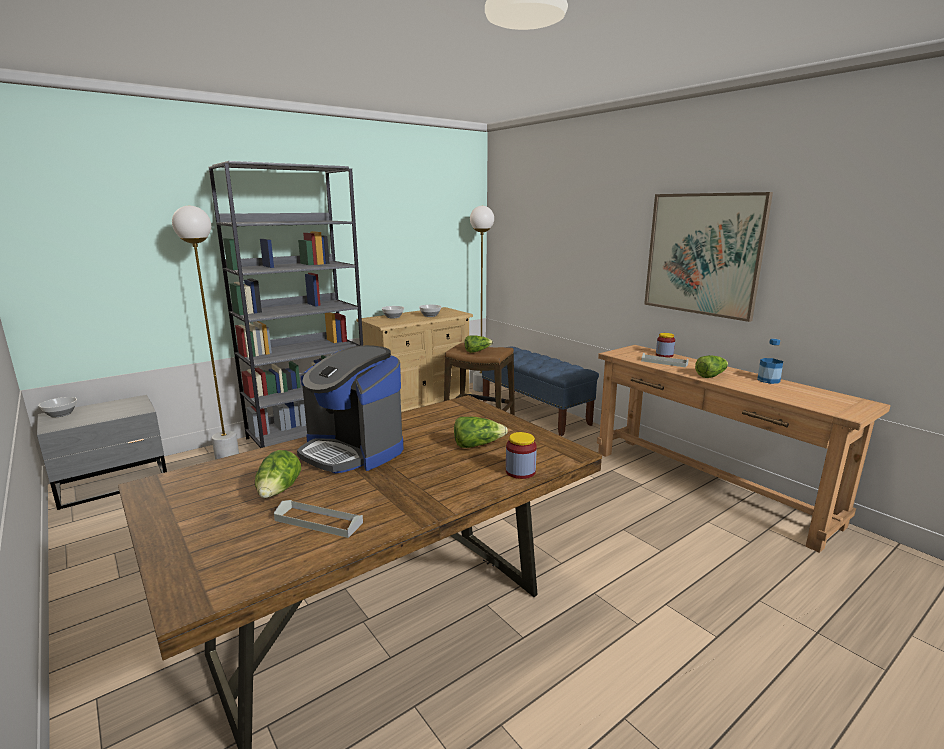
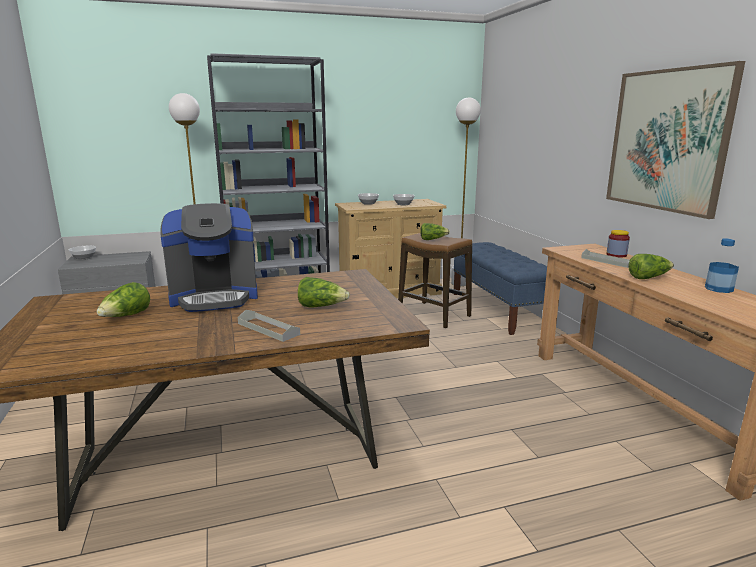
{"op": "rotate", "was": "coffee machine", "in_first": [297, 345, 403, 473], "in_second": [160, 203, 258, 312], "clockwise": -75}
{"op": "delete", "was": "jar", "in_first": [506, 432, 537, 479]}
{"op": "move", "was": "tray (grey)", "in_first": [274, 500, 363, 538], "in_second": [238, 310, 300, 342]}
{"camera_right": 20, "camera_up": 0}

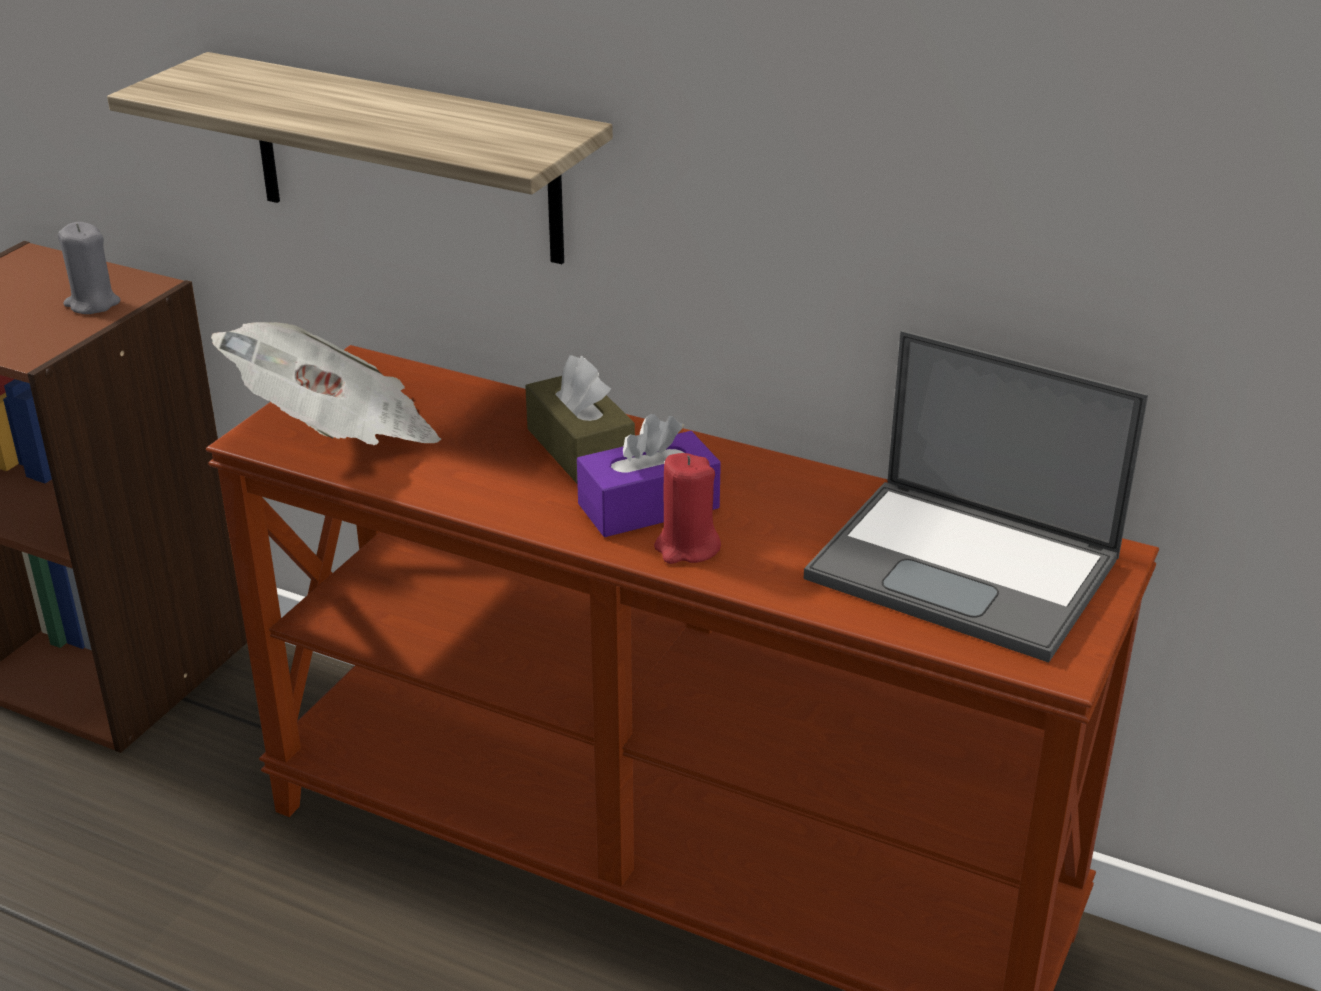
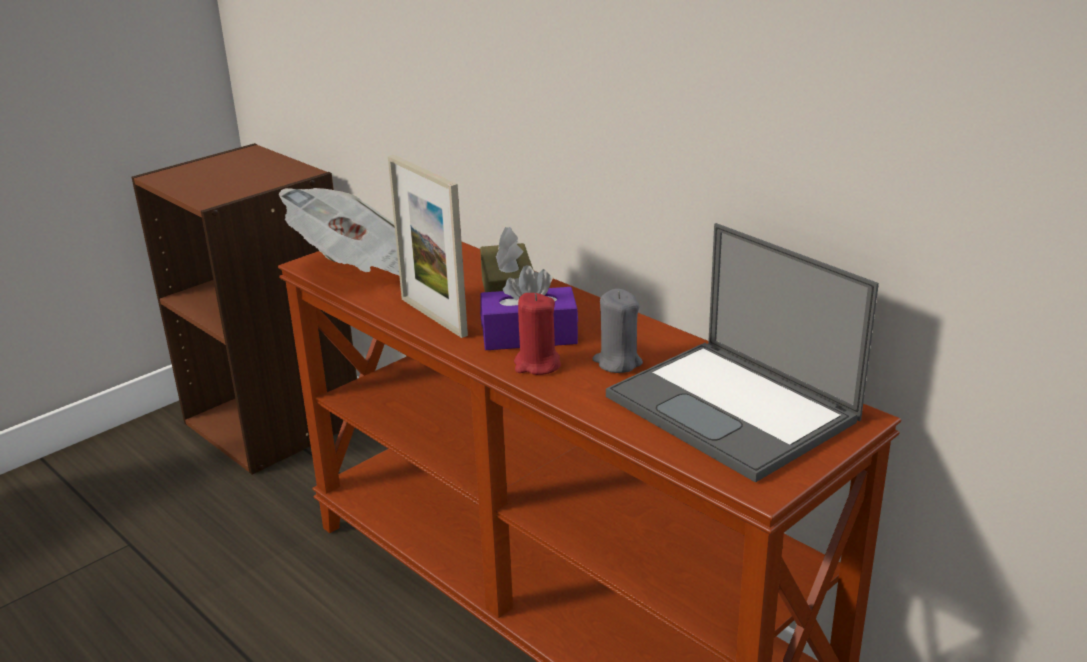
{"op": "delete", "was": "shelf", "in_first": [107, 52, 613, 264]}
{"op": "move", "was": "candle (grey)", "in_first": [58, 222, 120, 314], "in_second": [593, 289, 643, 373]}
{"op": "insert", "now": "picture frame", "in_second": [388, 155, 468, 338]}
{"camera_right": 20, "camera_up": -5}

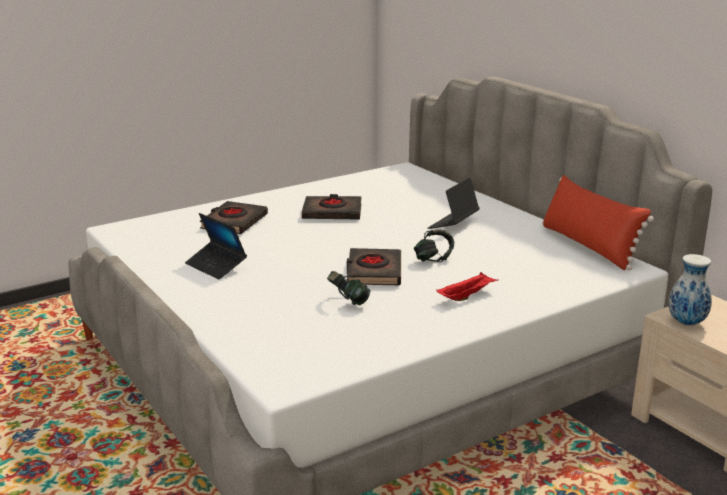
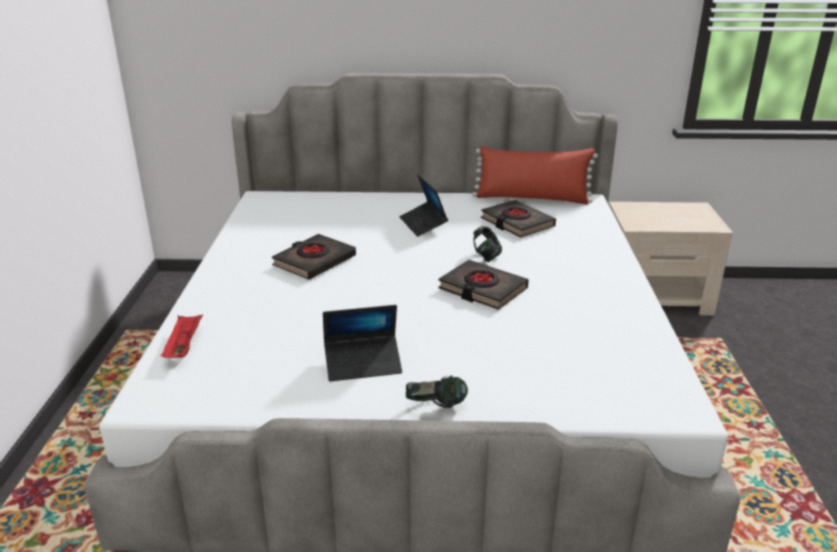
{"op": "move", "was": "book (black)", "in_first": [200, 201, 268, 234], "in_second": [481, 200, 556, 237]}
{"op": "delete", "was": "vase", "in_first": [668, 254, 712, 326]}
{"op": "move", "was": "headphones", "in_first": [327, 271, 370, 305], "in_second": [406, 376, 468, 408]}
{"op": "move", "was": "tray (red)", "in_first": [437, 272, 499, 301], "in_second": [161, 314, 203, 358]}
{"camera_right": -55, "camera_up": 5}

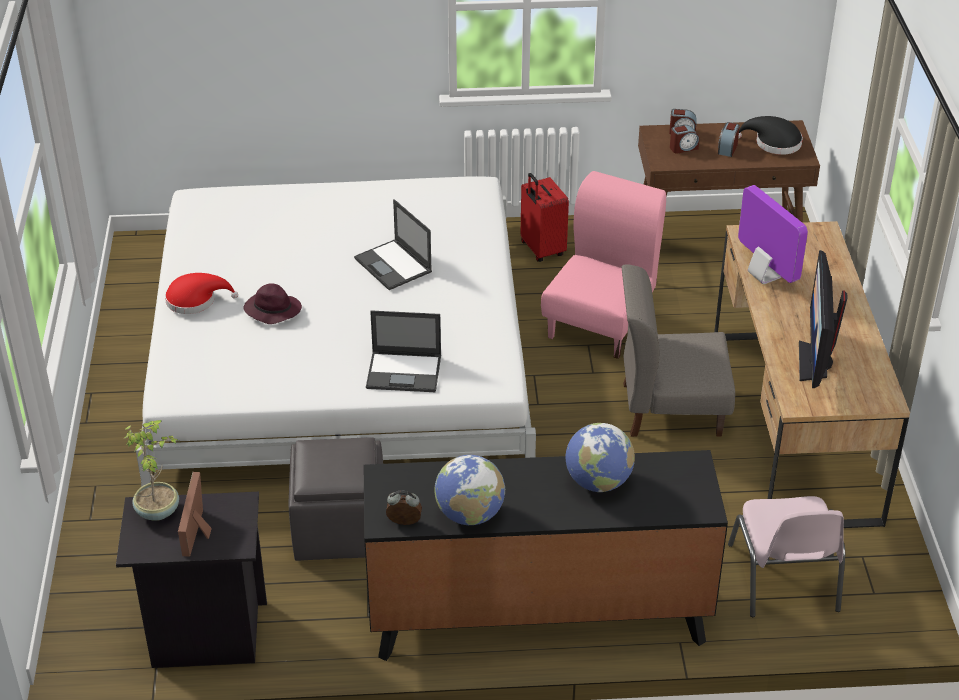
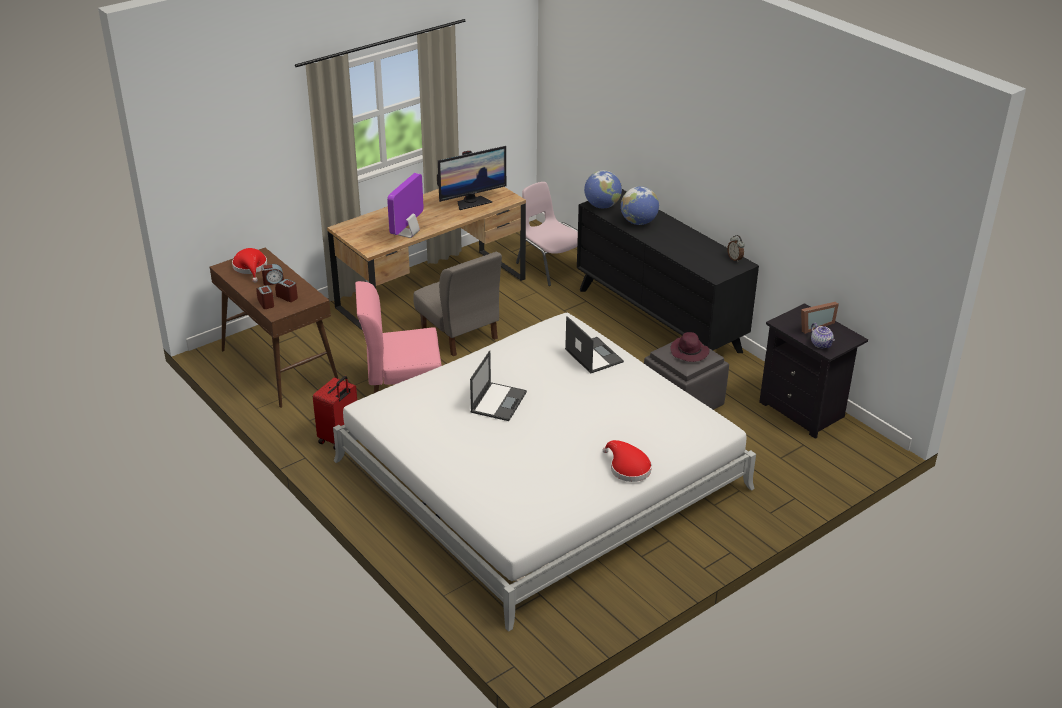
{"op": "recolor", "was": "hat (black)", "now": "hat (red)", "in_first": [738, 116, 803, 155], "in_second": [232, 248, 267, 283]}
{"op": "move", "was": "hat (purple)", "in_first": [243, 283, 302, 324], "in_second": [670, 332, 710, 362]}
{"op": "replace", "was": "potted plant", "now": "teapot", "in_first": [124, 420, 179, 521], "in_second": [811, 323, 835, 348]}
{"op": "move", "was": "globe", "in_first": [435, 455, 505, 525], "in_second": [584, 171, 622, 208]}
{"op": "rotate", "was": "chair (pink)", "in_first": [728, 496, 845, 617], "in_second": [516, 182, 578, 286], "clockwise": -90}
{"camera_right": -125, "camera_up": -5}

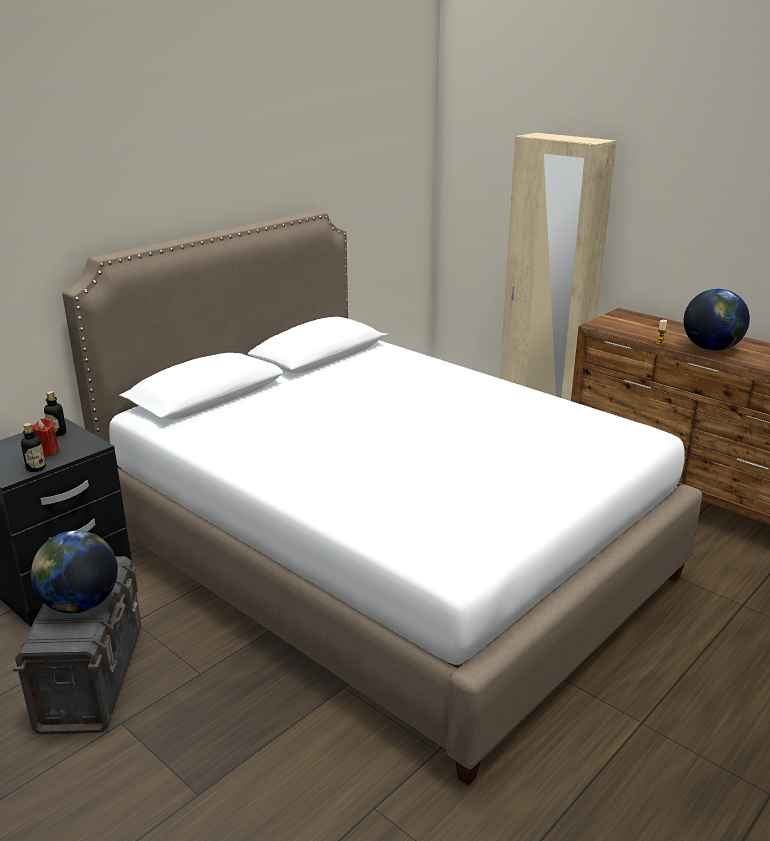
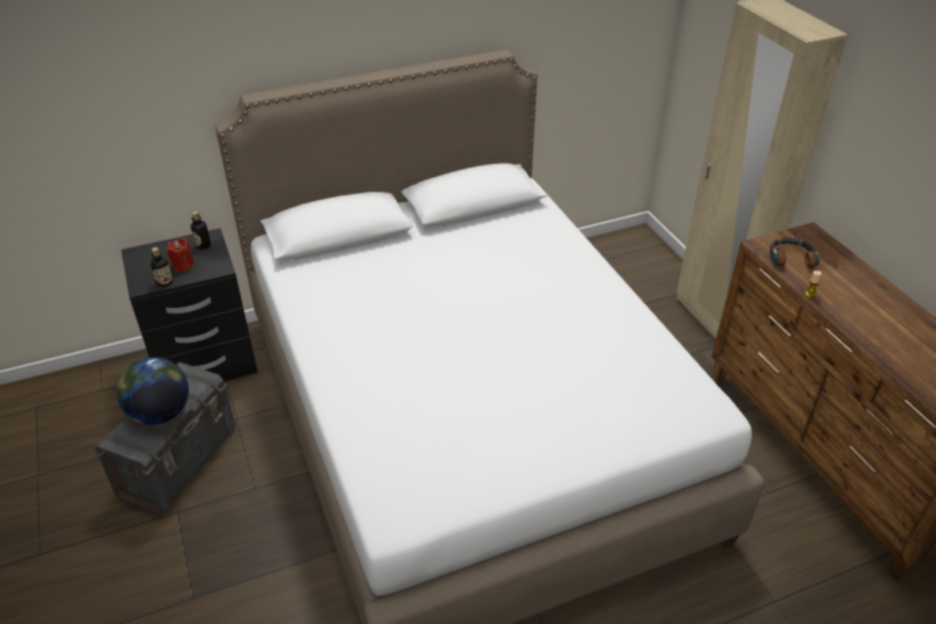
{"op": "delete", "was": "globe", "in_first": [684, 289, 750, 351]}
{"op": "insert", "now": "headphones", "in_second": [770, 238, 820, 269]}
{"camera_right": 25, "camera_up": 15}

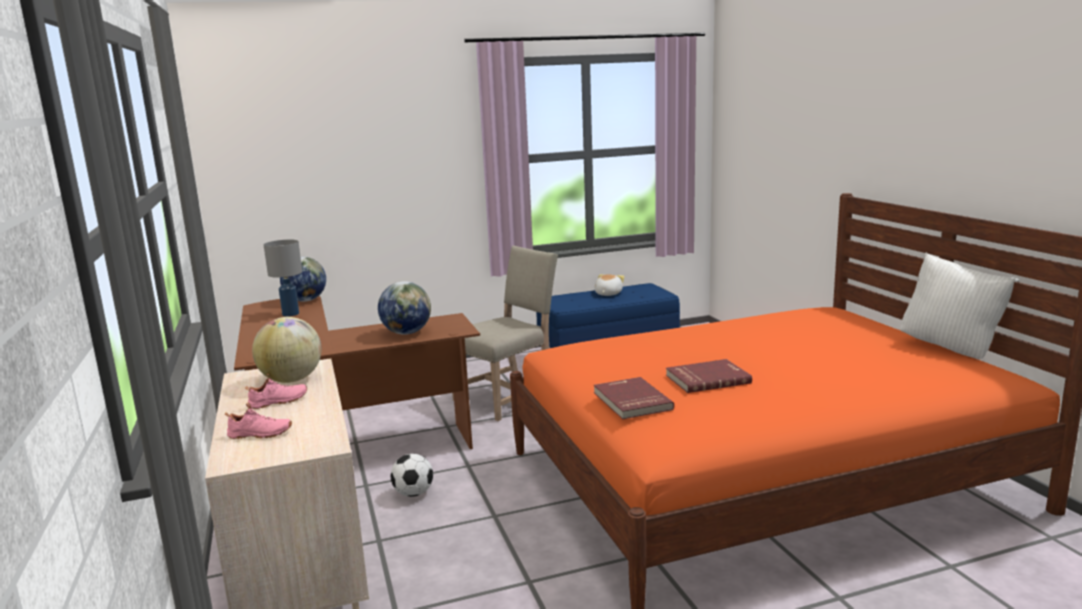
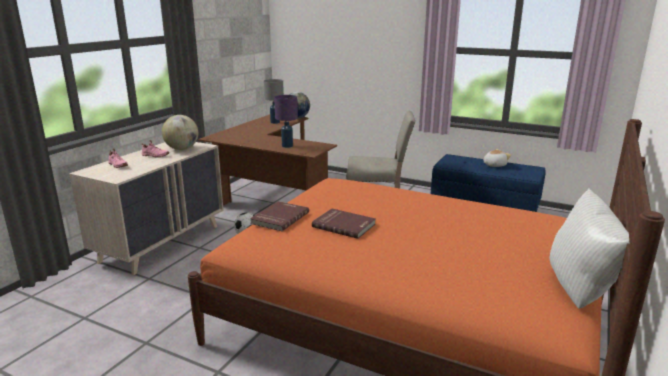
{"op": "replace", "was": "globe", "now": "table lamp (purple)", "in_first": [378, 281, 431, 335], "in_second": [274, 95, 298, 148]}
{"camera_right": 45, "camera_up": 5}

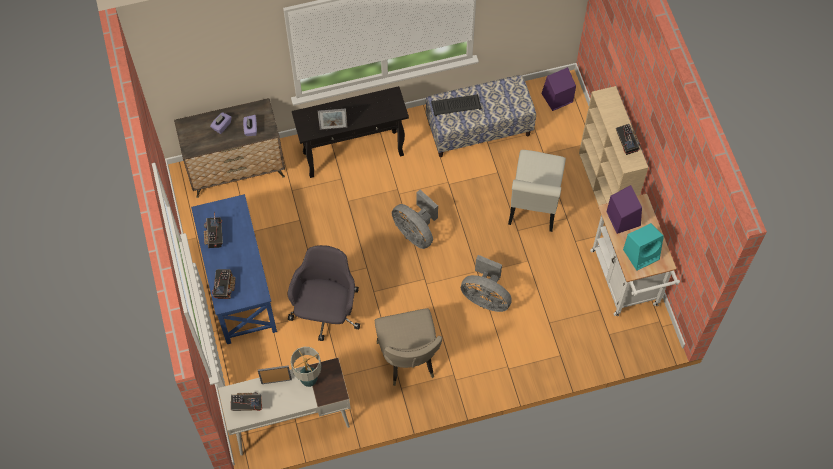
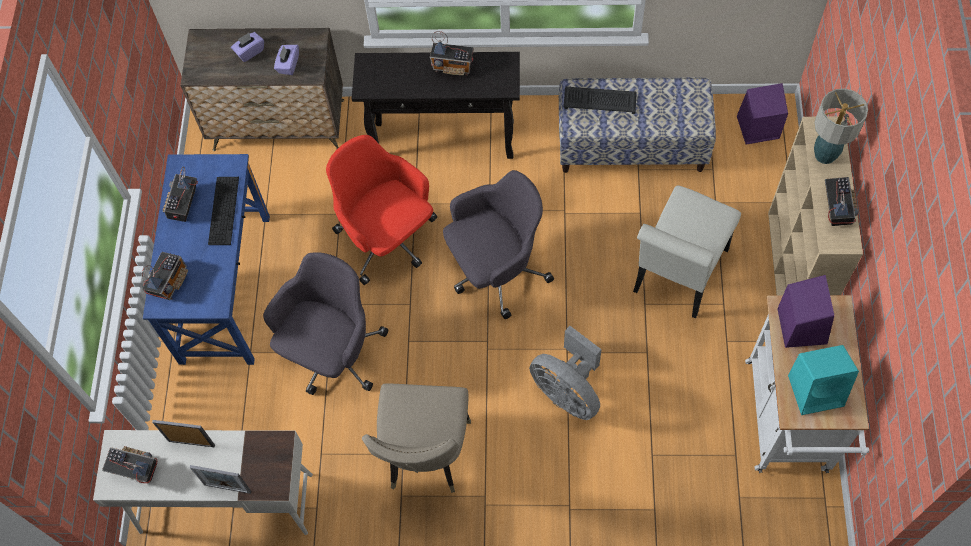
{"op": "move", "was": "picture frame", "in_first": [318, 108, 348, 130], "in_second": [189, 465, 251, 494]}
{"op": "replace", "was": "fan (grey)", "now": "office chair (grey)", "in_first": [392, 190, 438, 249], "in_second": [443, 170, 554, 319]}
{"op": "move", "was": "table lamp", "in_first": [291, 347, 321, 387], "in_second": [814, 88, 868, 164]}
{"op": "insert", "now": "radio", "in_second": [430, 31, 474, 76]}
{"op": "insert", "now": "office chair (red)", "in_second": [326, 135, 437, 285]}
{"op": "insert", "now": "keyboard", "in_second": [208, 177, 239, 245]}
{"camera_right": 20, "camera_up": 0}

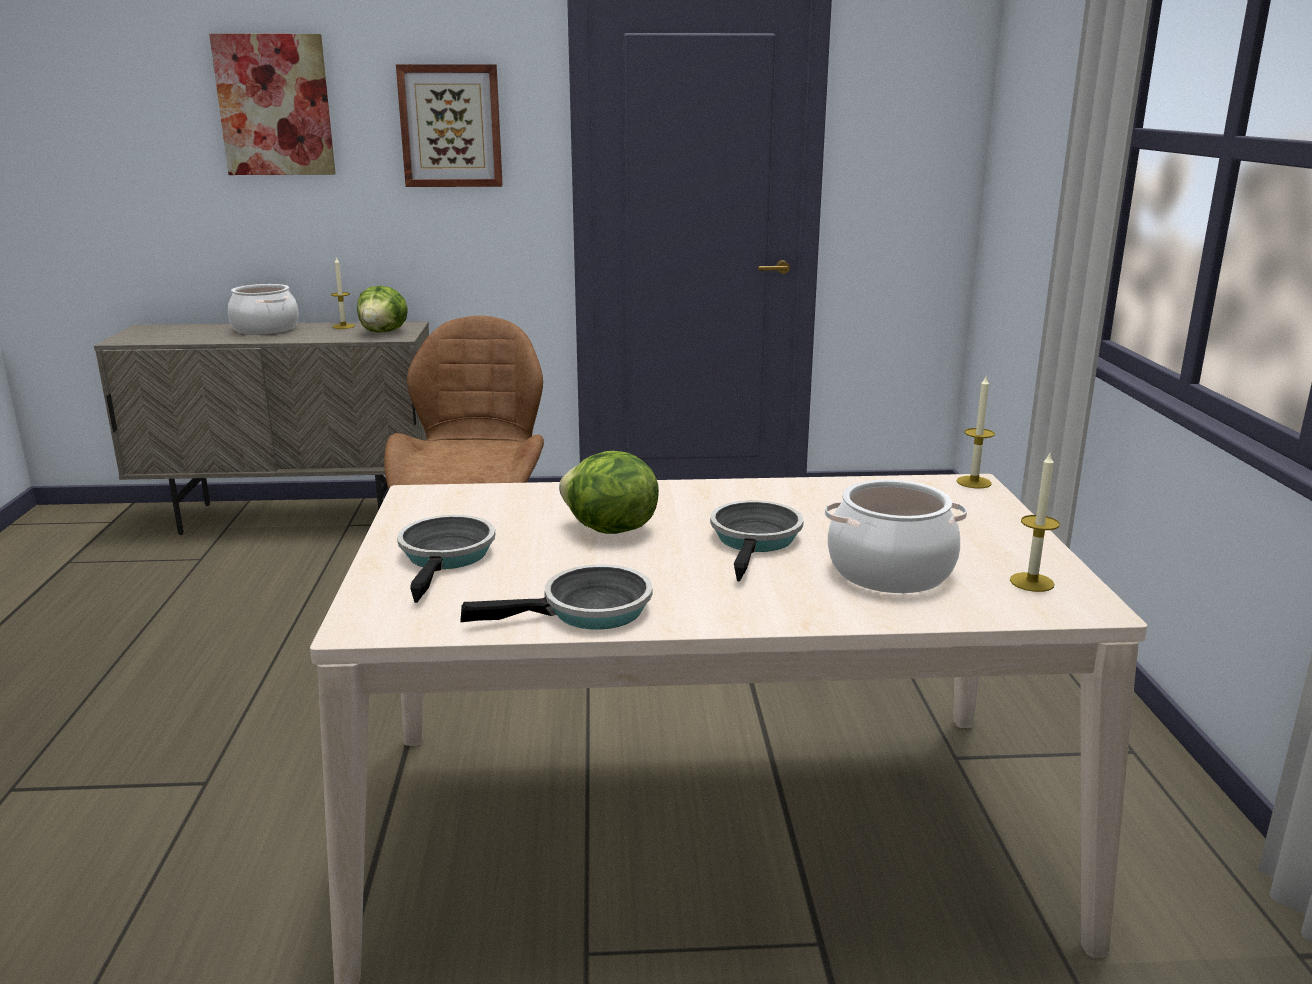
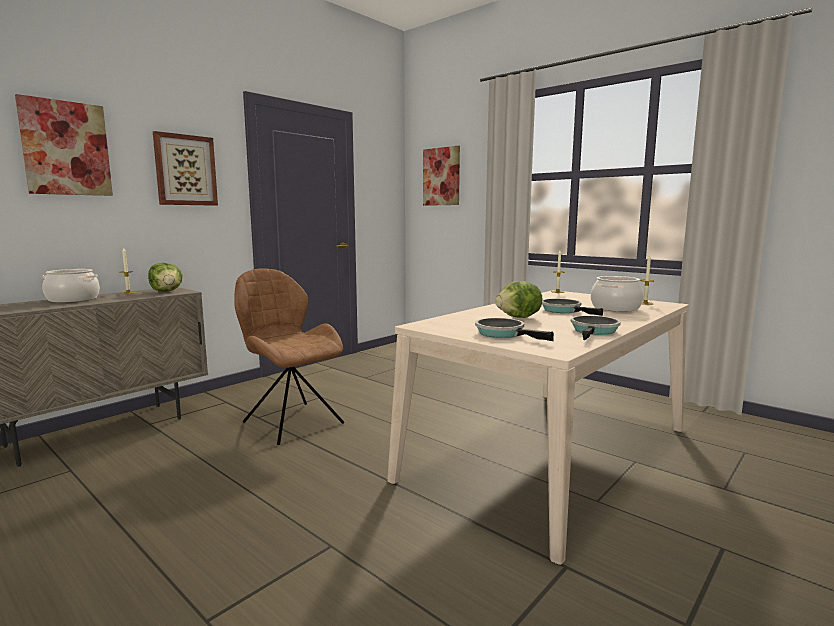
{"op": "insert", "now": "picture", "in_second": [423, 146, 460, 206]}
{"camera_right": -45, "camera_up": -10}

